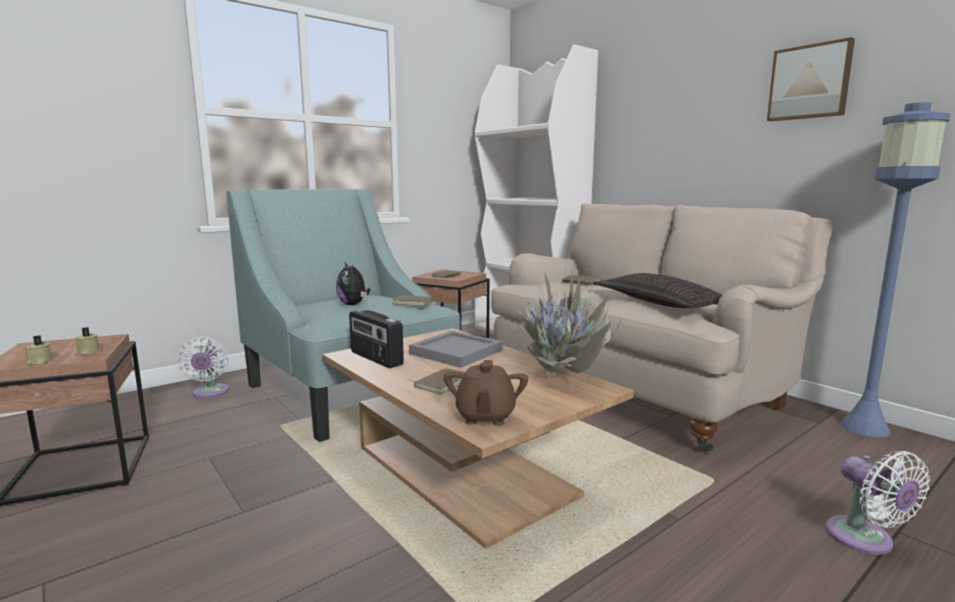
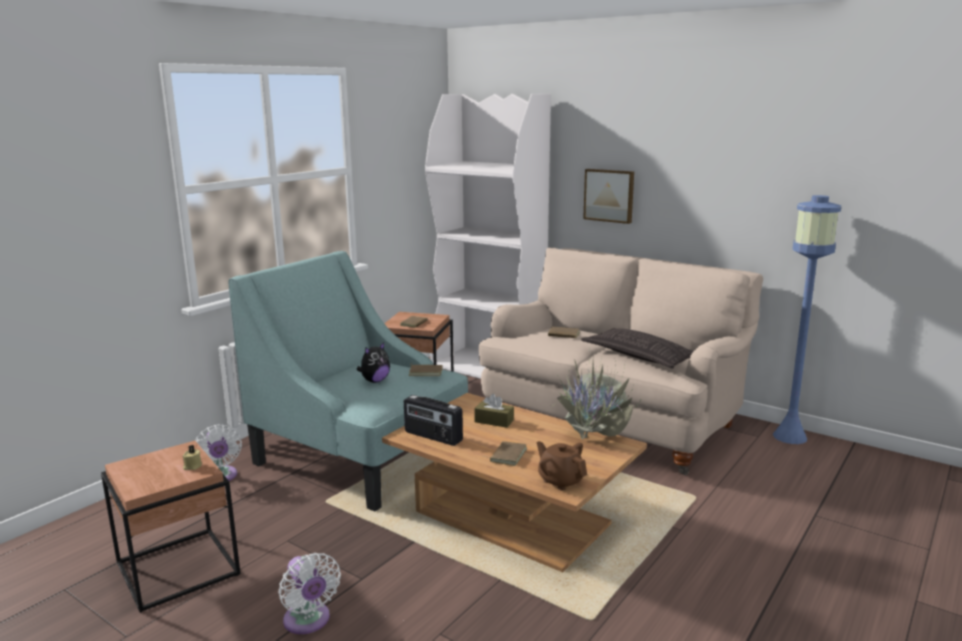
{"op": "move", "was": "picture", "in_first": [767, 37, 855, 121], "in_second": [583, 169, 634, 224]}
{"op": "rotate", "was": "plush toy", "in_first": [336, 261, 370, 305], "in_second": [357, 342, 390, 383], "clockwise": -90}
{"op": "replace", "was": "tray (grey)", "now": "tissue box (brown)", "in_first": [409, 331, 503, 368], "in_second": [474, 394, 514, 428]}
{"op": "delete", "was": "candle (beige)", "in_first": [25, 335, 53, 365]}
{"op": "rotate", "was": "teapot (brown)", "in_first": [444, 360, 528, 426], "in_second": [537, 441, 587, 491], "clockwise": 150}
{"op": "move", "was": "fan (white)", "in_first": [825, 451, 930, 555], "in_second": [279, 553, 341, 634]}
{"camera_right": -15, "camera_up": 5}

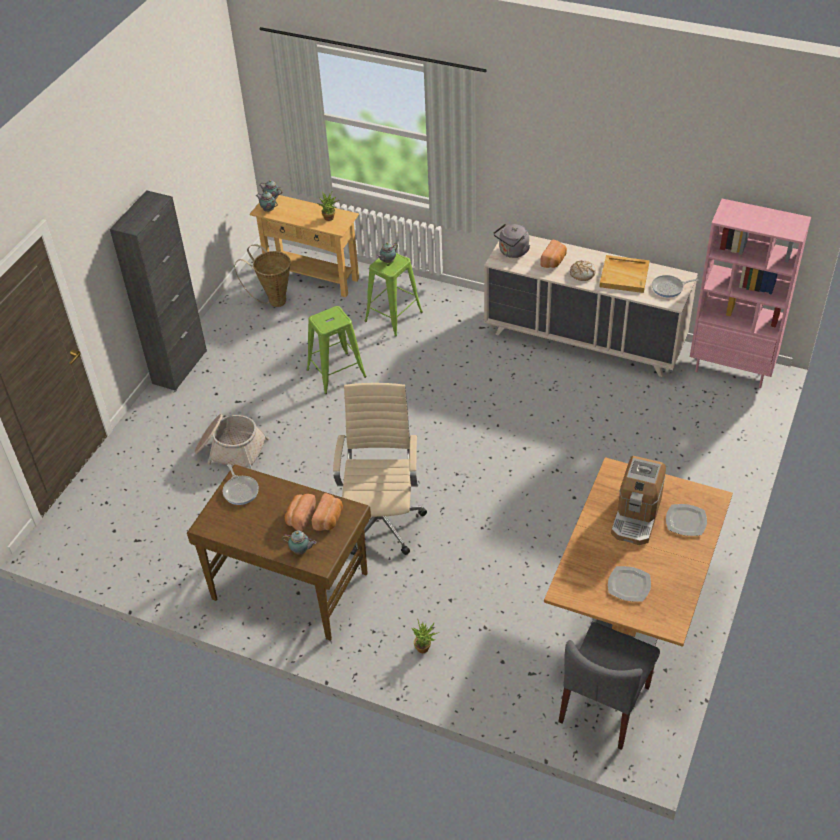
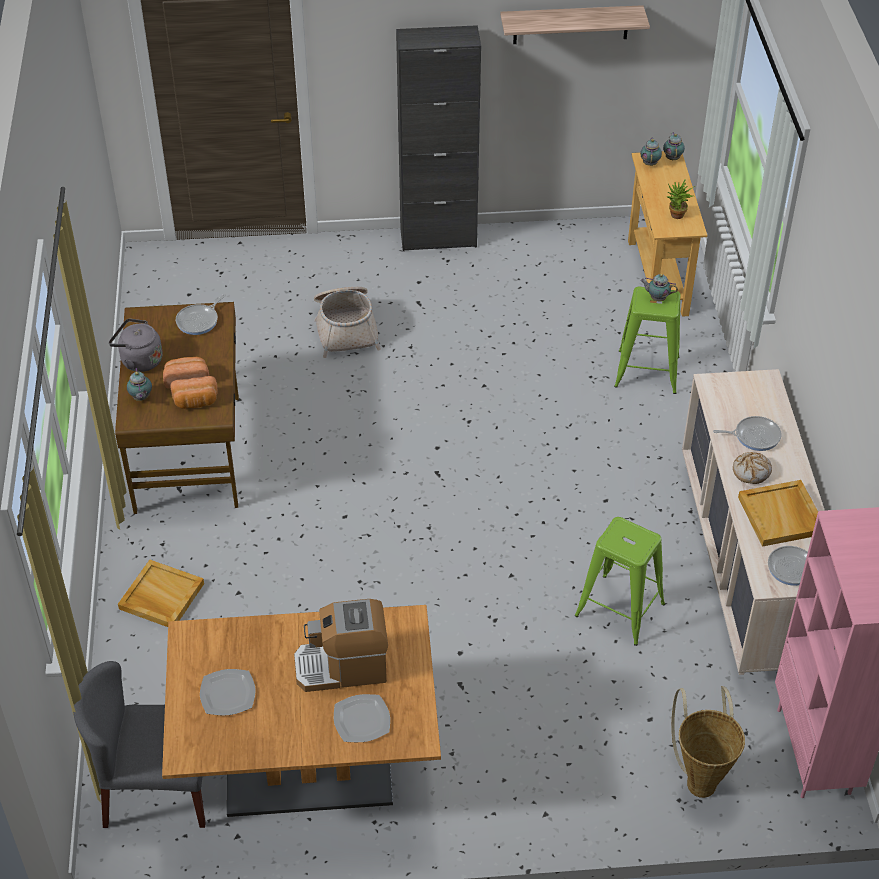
{"op": "move", "was": "kettle (grey)", "in_first": [494, 224, 530, 258], "in_second": [109, 319, 163, 372]}
{"op": "replace", "was": "bread", "now": "frying pan", "in_first": [540, 239, 567, 268], "in_second": [713, 416, 782, 451]}
{"op": "move", "was": "basket", "in_first": [235, 244, 291, 307], "in_second": [671, 686, 745, 798]}
{"op": "move", "was": "stool (green)", "in_first": [307, 306, 367, 394], "in_second": [575, 517, 665, 646]}
{"op": "delete", "was": "office chair (beige)", "in_first": [333, 383, 427, 555]}
{"op": "replace", "was": "potted plant", "now": "tray (beige)", "in_first": [412, 619, 439, 653], "in_second": [118, 560, 204, 627]}
{"op": "insert", "now": "shelf", "in_second": [500, 5, 650, 44]}
{"camera_right": 60, "camera_up": 0}

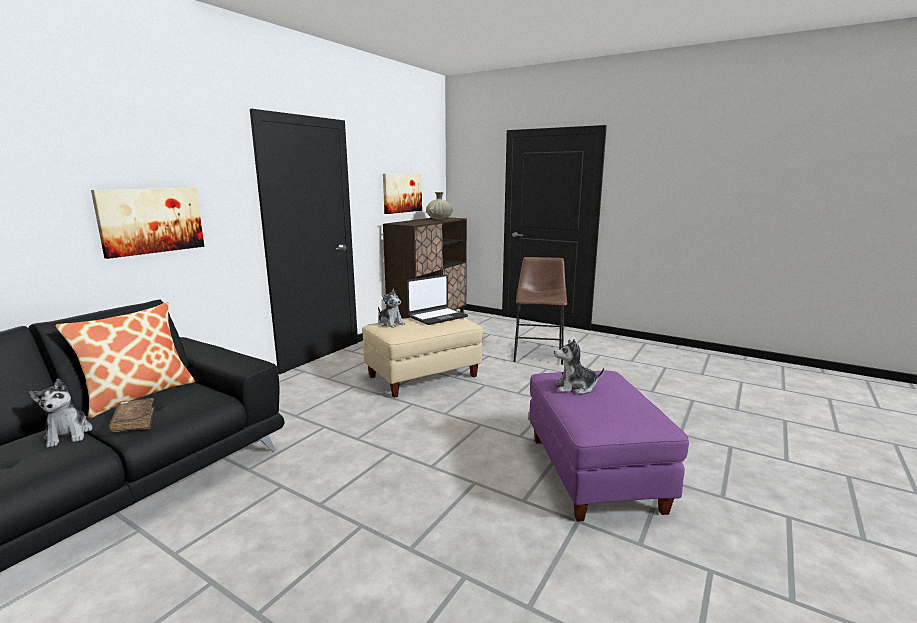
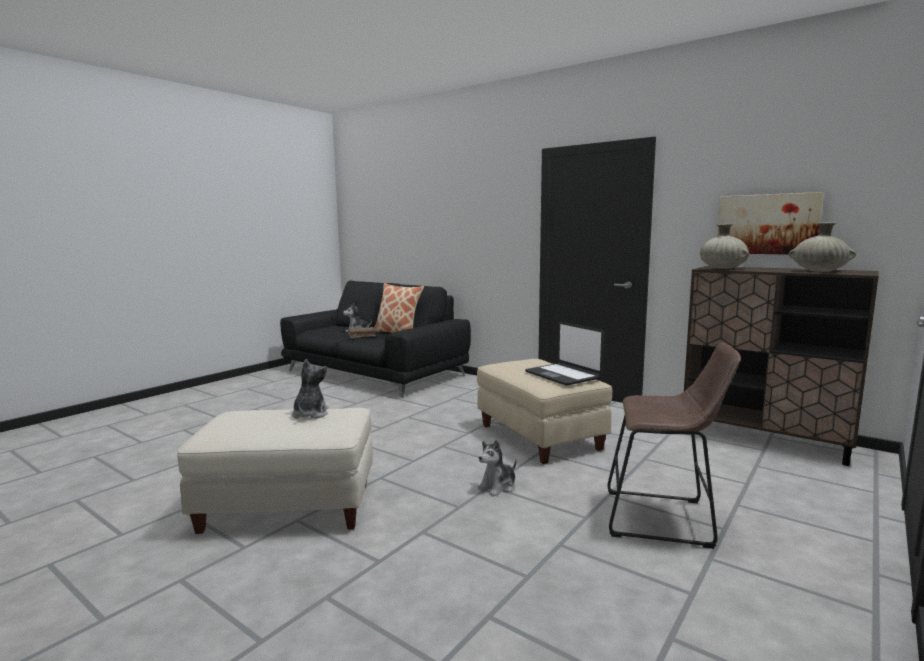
{"op": "delete", "was": "picture", "in_first": [91, 188, 204, 259]}
{"op": "move", "was": "plush toy", "in_first": [378, 288, 405, 328], "in_second": [477, 440, 516, 496]}
{"op": "recolor", "was": "ottoman (purple)", "now": "ottoman (beige)", "in_first": [529, 371, 689, 522], "in_second": [177, 408, 373, 534]}
{"op": "insert", "now": "vase (beige)", "in_second": [700, 224, 749, 269]}
{"camera_right": 95, "camera_up": -5}

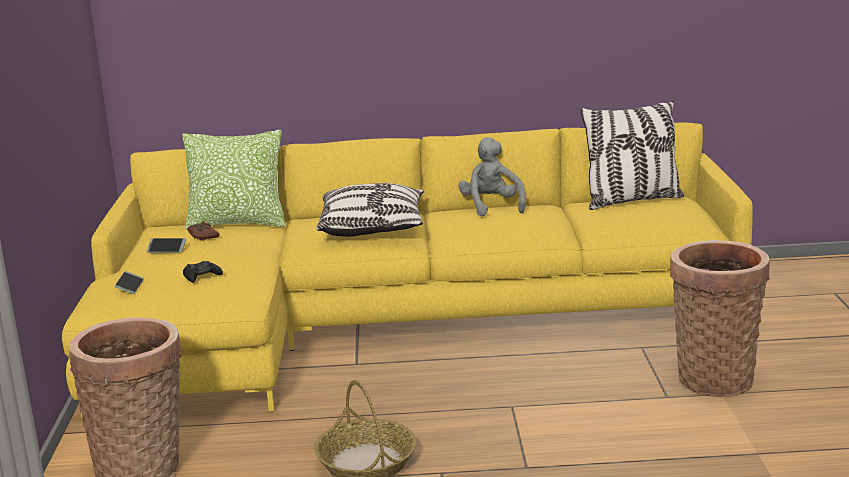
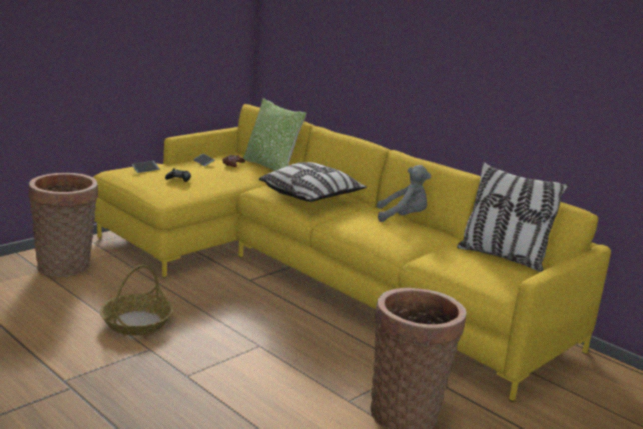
{"op": "rotate", "was": "plush toy (grey)", "in_first": [458, 137, 526, 217], "in_second": [377, 165, 431, 222], "clockwise": 60}
{"camera_right": 45, "camera_up": 0}

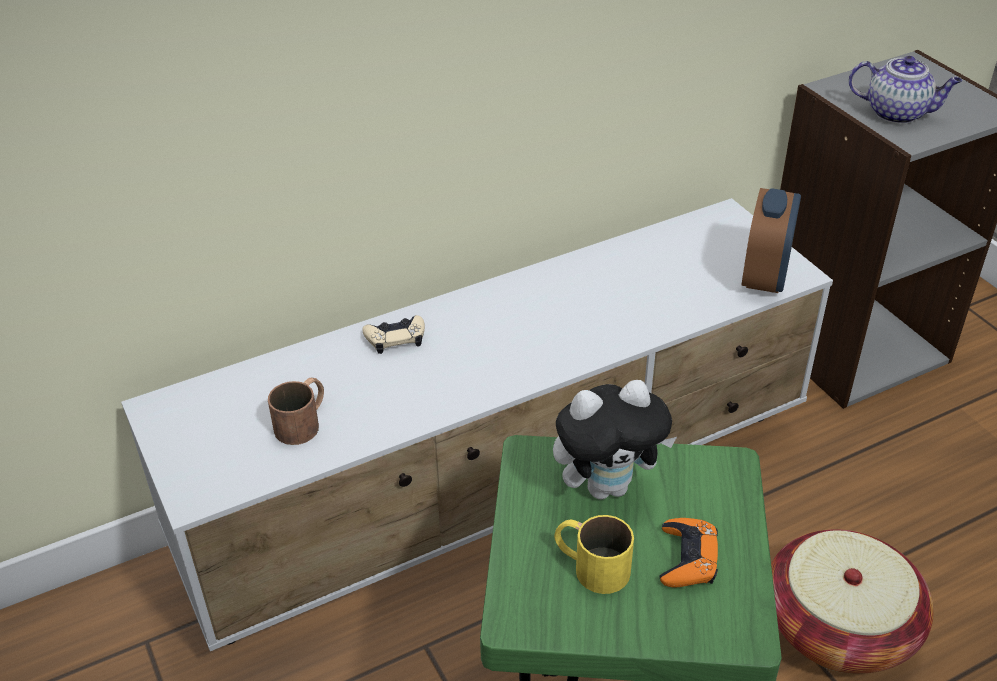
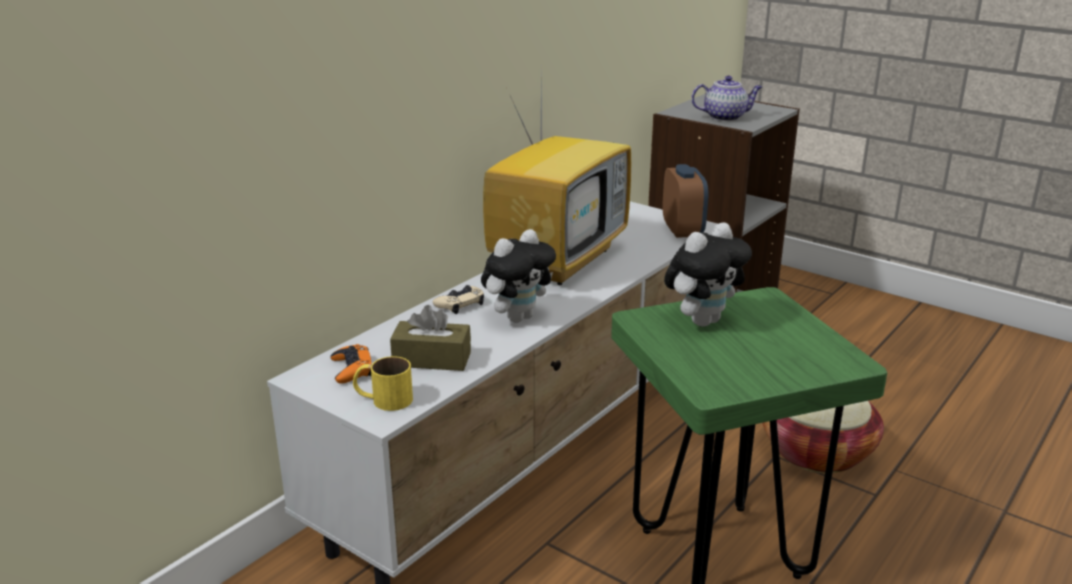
{"op": "replace", "was": "mug (brown)", "now": "tissue box (brown)", "in_first": [268, 378, 324, 445], "in_second": [390, 305, 471, 371]}
{"op": "move", "was": "mug (yellow)", "in_first": [554, 515, 634, 594], "in_second": [353, 356, 413, 411]}
{"op": "move", "was": "game controller (orange)", "in_first": [660, 518, 718, 588], "in_second": [331, 344, 371, 384]}
{"op": "insert", "now": "television", "in_second": [483, 57, 631, 285]}
{"op": "insert", "now": "plush toy", "in_second": [481, 229, 556, 322]}
{"camera_right": -25, "camera_up": -15}

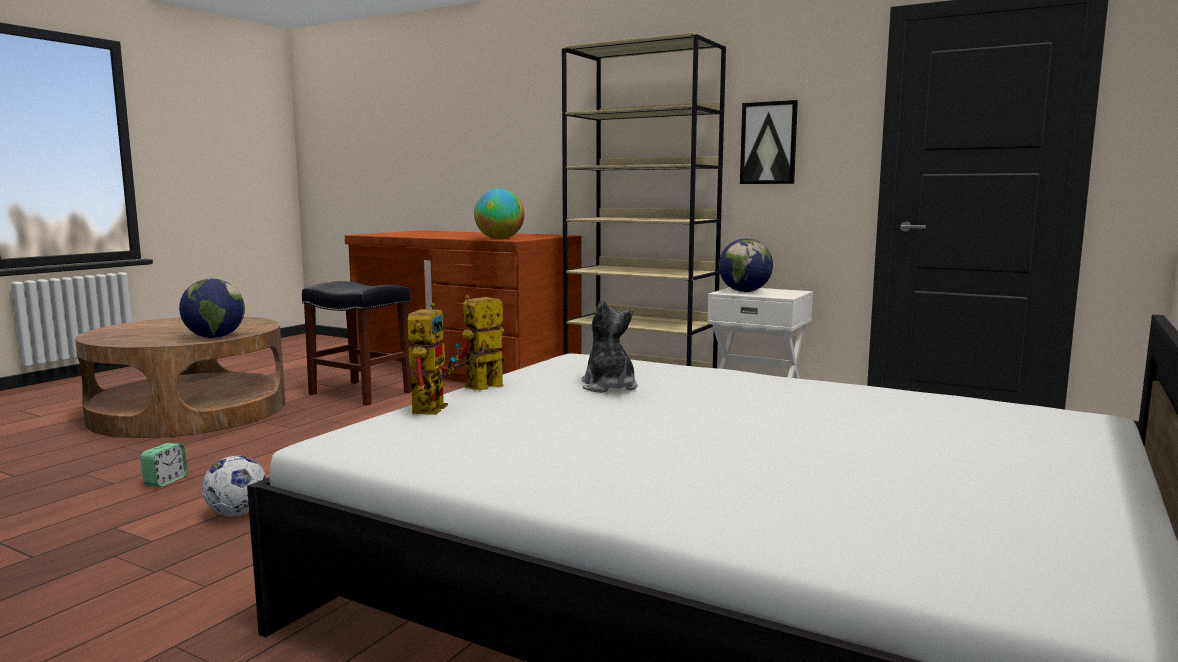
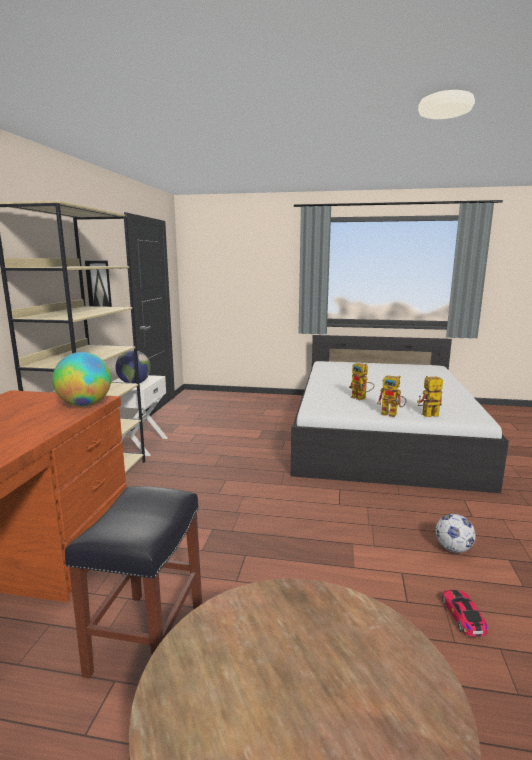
{"op": "delete", "was": "globe", "in_first": [179, 278, 245, 338]}
{"op": "replace", "was": "plush toy", "now": "toy robot", "in_first": [582, 299, 638, 393], "in_second": [349, 363, 375, 400]}
{"op": "replace", "was": "alarm clock", "now": "toy car", "in_first": [140, 443, 187, 487], "in_second": [442, 590, 488, 637]}
{"camera_right": -110, "camera_up": 5}

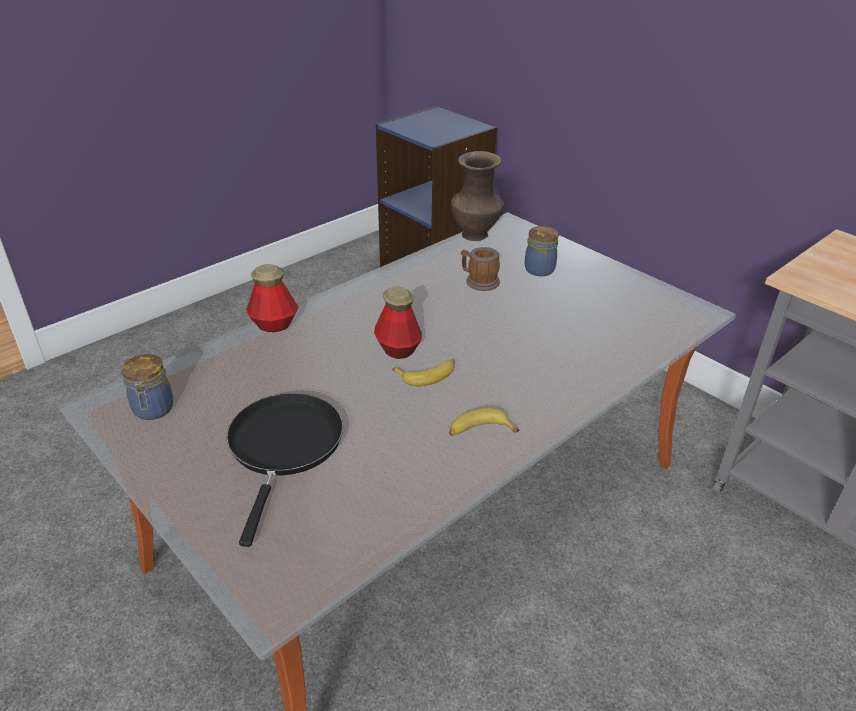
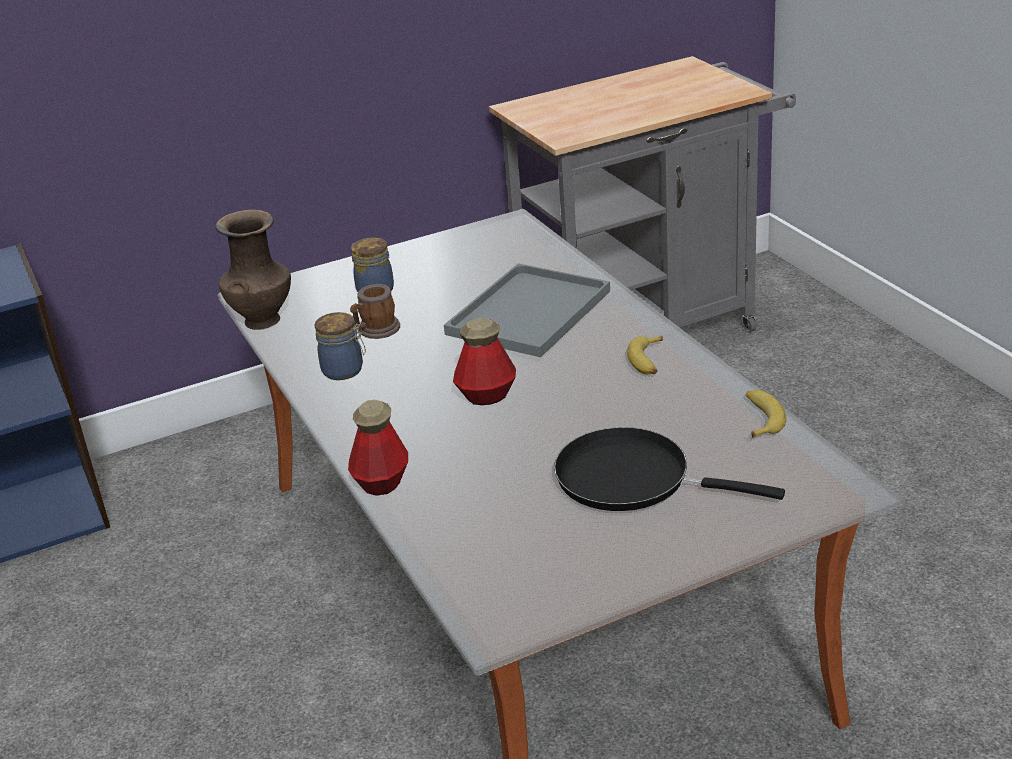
{"op": "move", "was": "jar", "in_first": [122, 354, 173, 420], "in_second": [314, 312, 366, 380]}
{"op": "move", "was": "banana", "in_first": [392, 360, 455, 386], "in_second": [746, 390, 787, 438]}
{"op": "insert", "now": "tray (grey)", "in_second": [444, 263, 610, 357]}
{"camera_right": -70, "camera_up": -5}

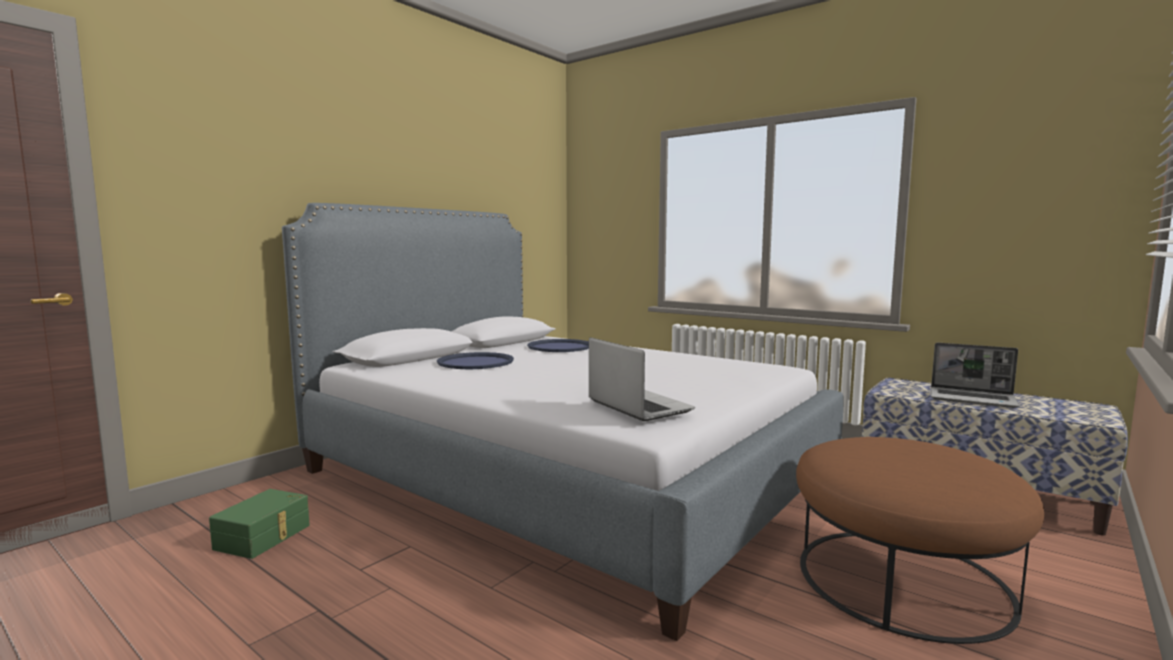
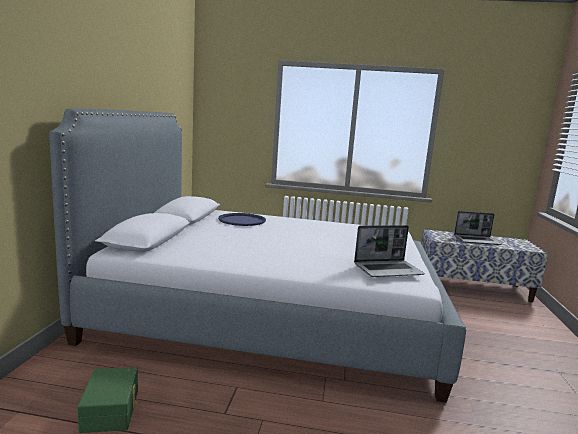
{"op": "rotate", "was": "laptop", "in_first": [589, 337, 695, 421], "in_second": [354, 225, 425, 277], "clockwise": 135}
{"op": "delete", "was": "tray (blue)", "in_first": [437, 352, 514, 369]}
{"op": "delete", "was": "ottoman (brown)", "in_first": [796, 437, 1044, 644]}
{"camera_right": -30, "camera_up": 5}

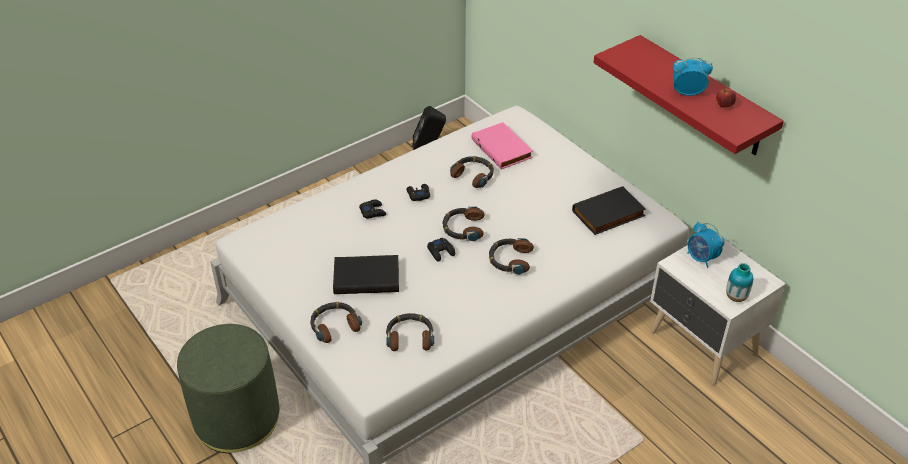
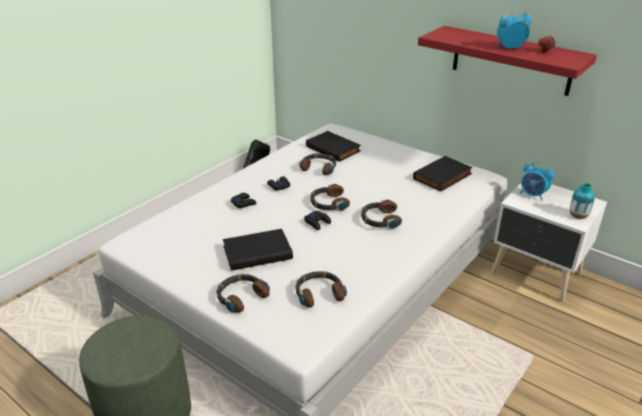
{"op": "recolor", "was": "book (pink)", "now": "book (black)", "in_first": [472, 122, 533, 170], "in_second": [306, 131, 361, 162]}
{"camera_right": -15, "camera_up": -10}

